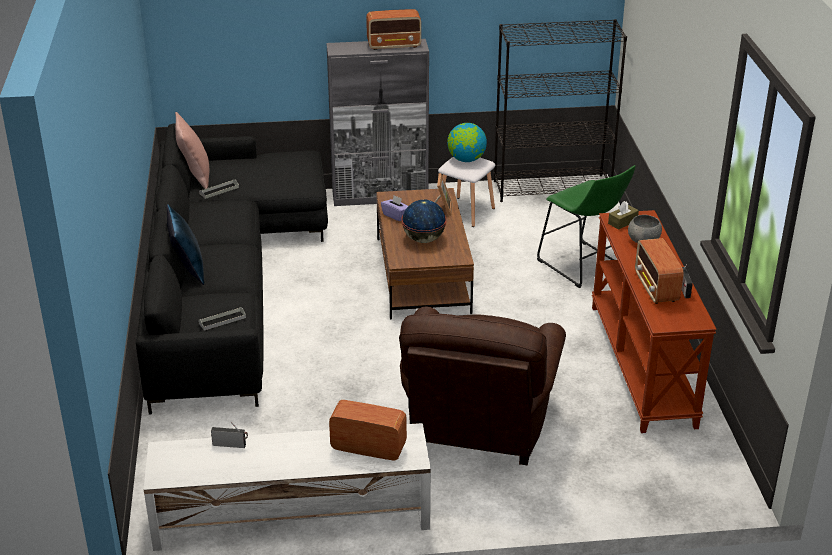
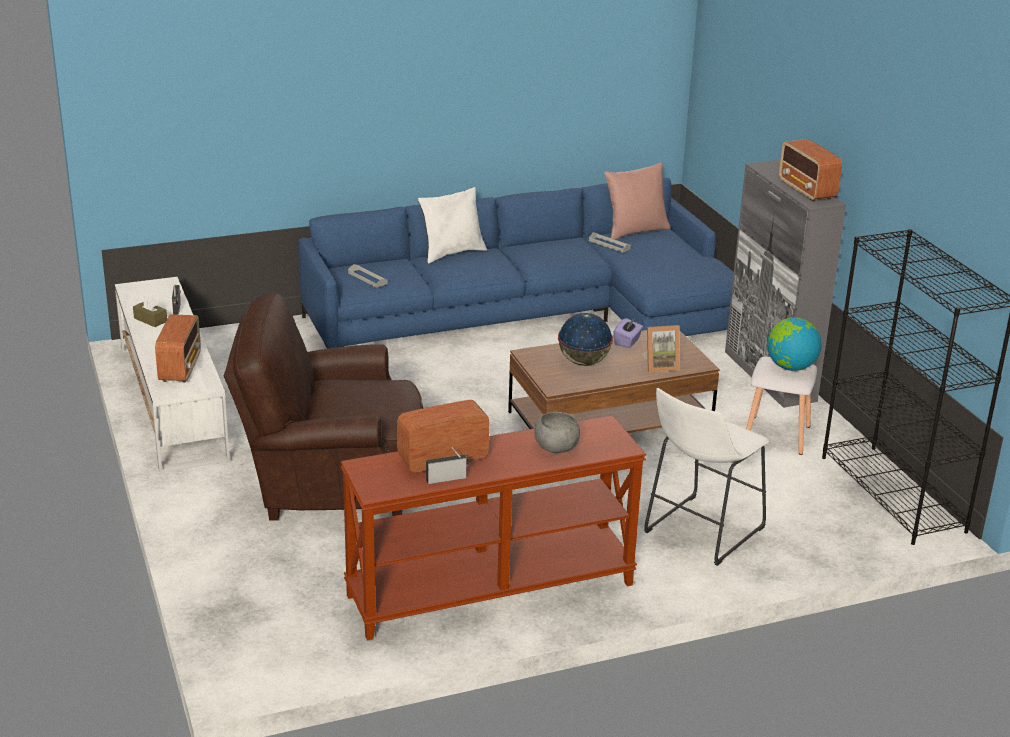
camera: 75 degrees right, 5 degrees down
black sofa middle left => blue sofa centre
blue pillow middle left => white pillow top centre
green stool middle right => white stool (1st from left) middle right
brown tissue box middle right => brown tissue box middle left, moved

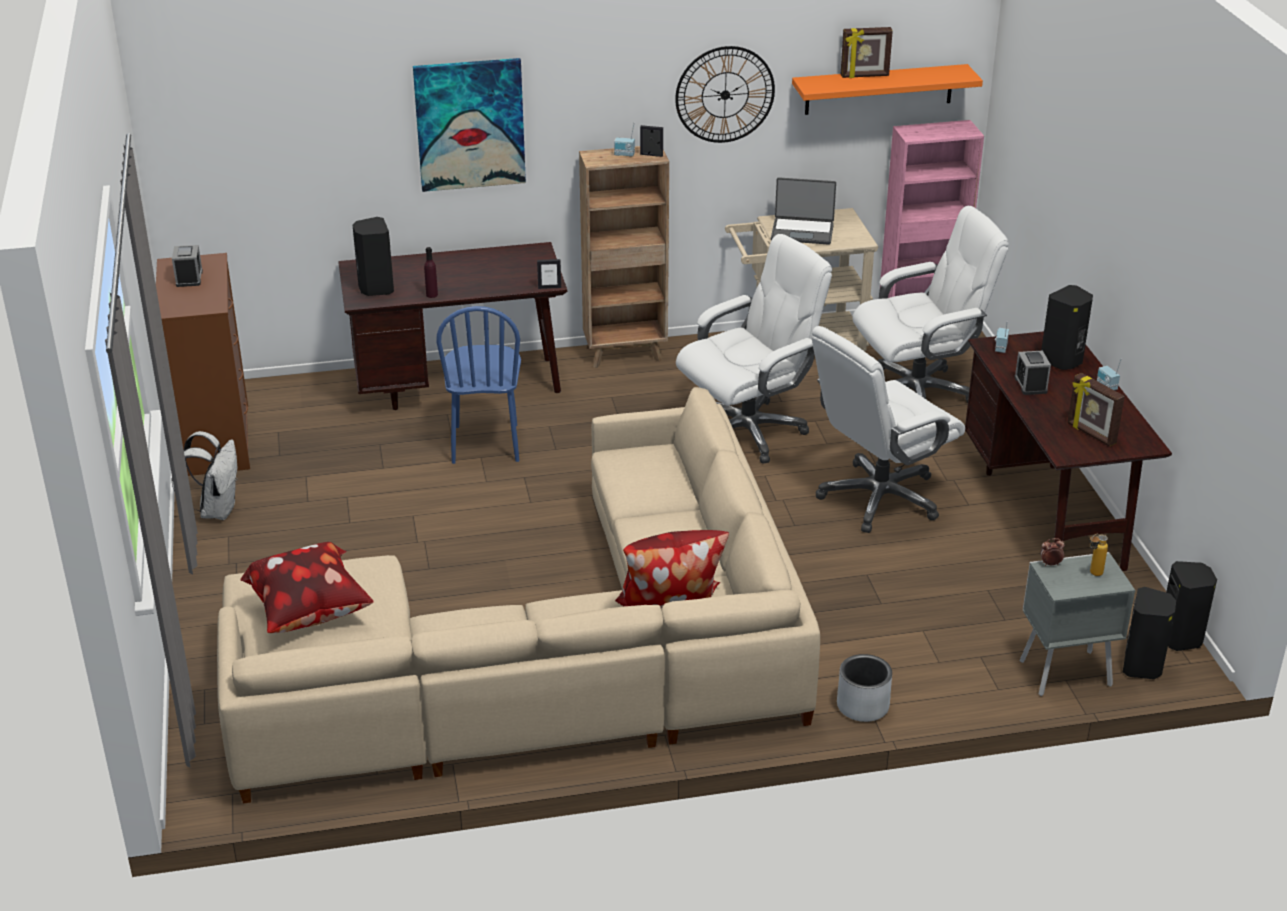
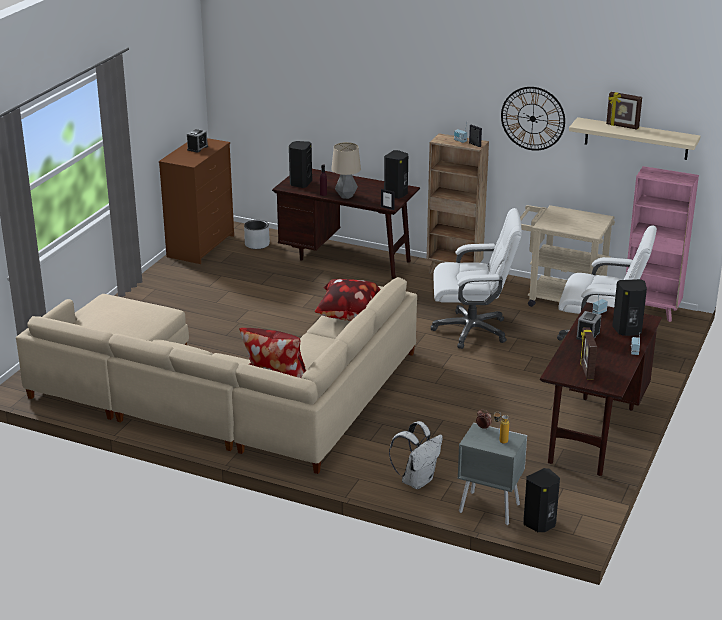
camera: 35 degrees right, 5 degrees down
white backpack middle left => white backpack bottom centre, moved
pillow (1st from left in the first image) middle left => pillow (2nd from left) centre, moved
picture top centre => nothing
blue chair centre => nothing
laptop top centre => nothing
orange shelf top right => beige shelf top right
white office chair (2nd from left) middle right => nothing
grey planter bottom right => grey planter centre, moved
black speaker (4th from left in the first image) middle right => black speaker (2nd from left) top centre, moved
nothing => table lamp top centre

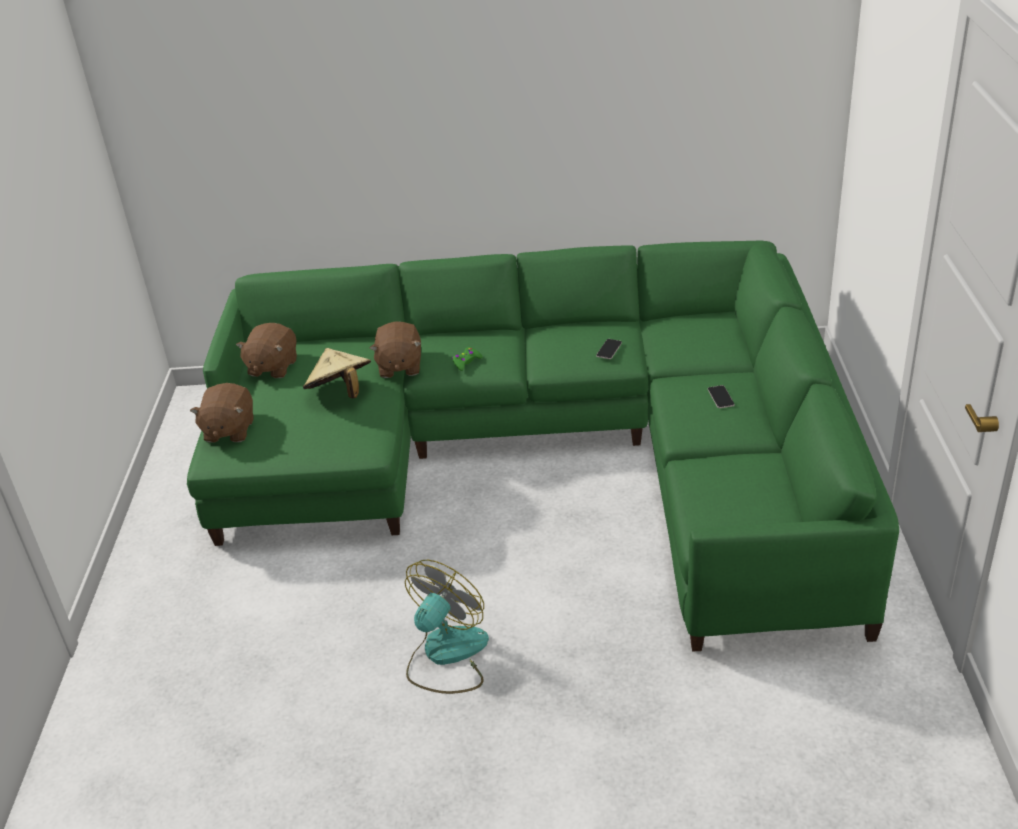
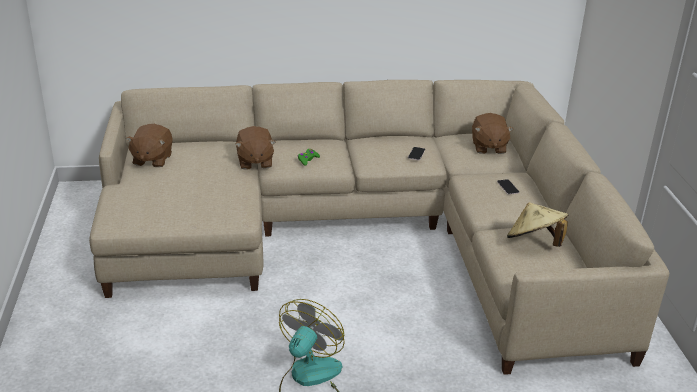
camera: 10 degrees left, 5 degrees down
green sofa centre => beige sofa centre
brown plush toy (1st from left in the first image) middle left => brown plush toy (3rd from left) middle right, moved
beige hat middle left => beige hat middle right, moved

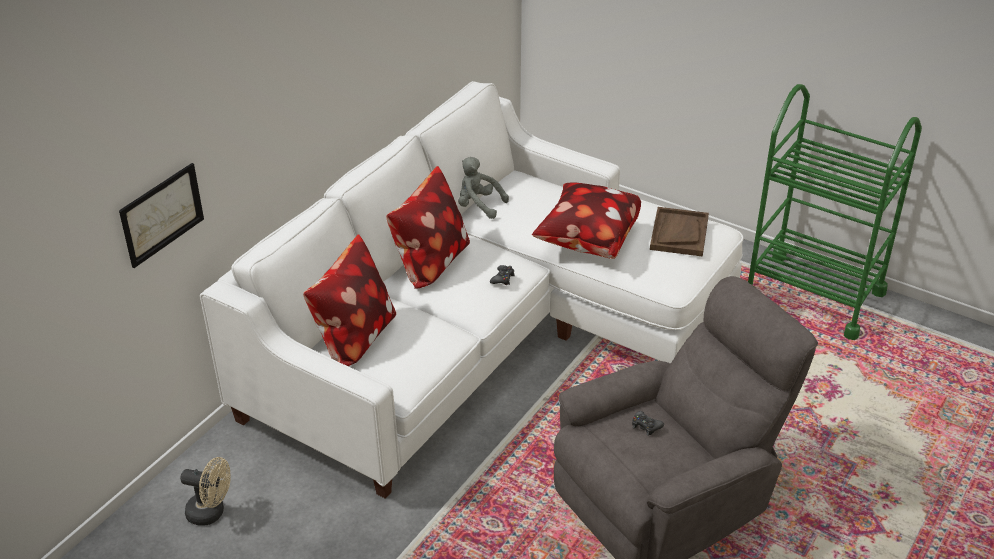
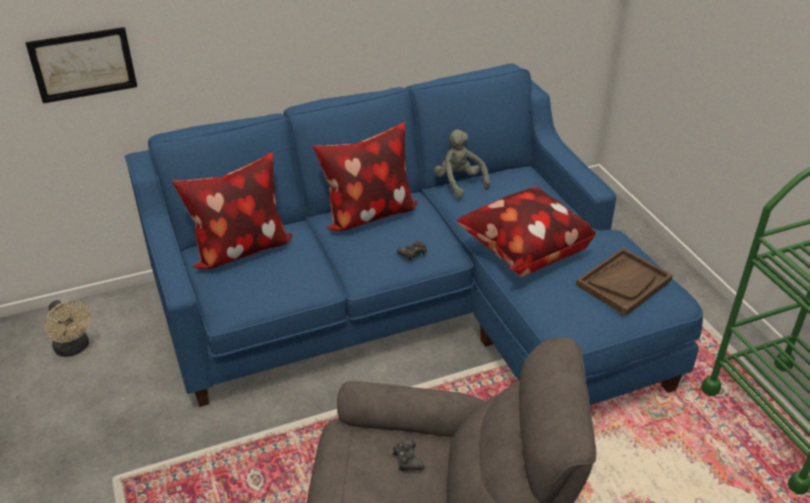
camera: 35 degrees right, 0 degrees up
white sofa centre => blue sofa centre

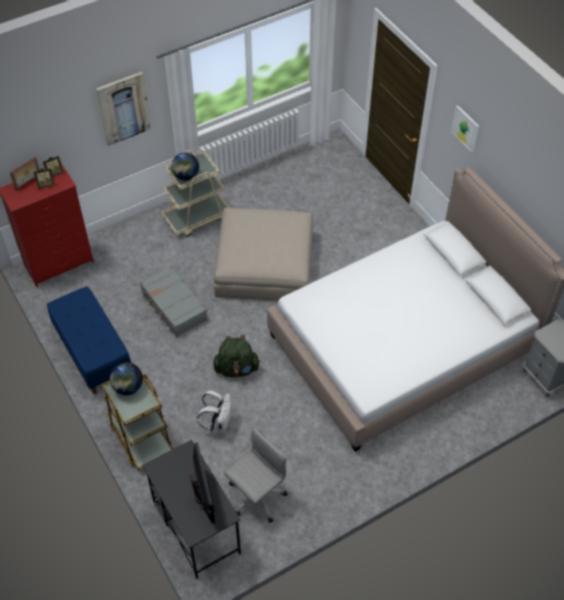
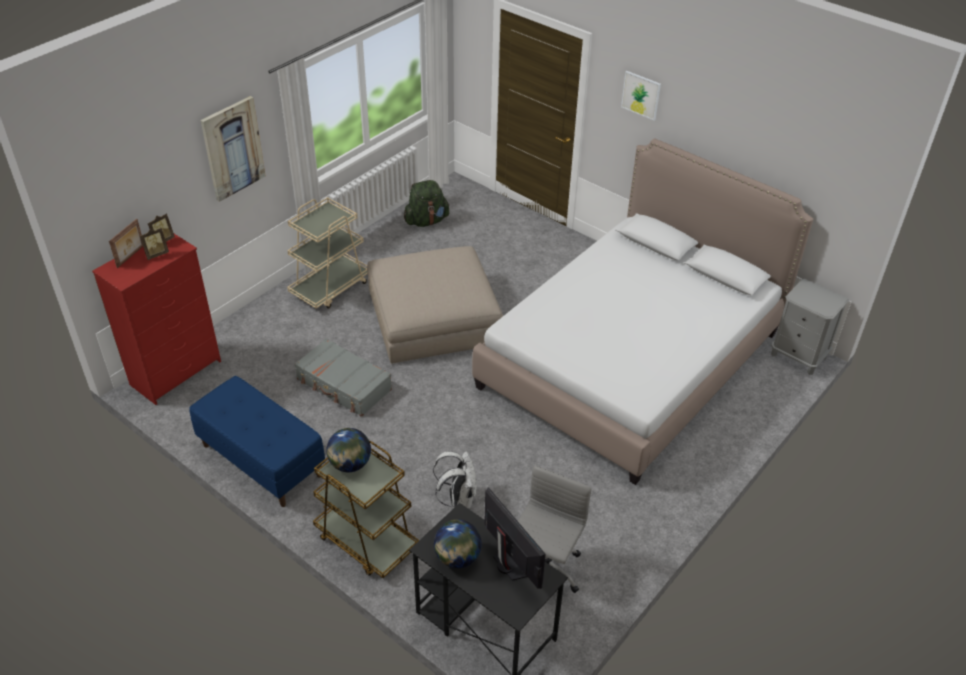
camera: 20 degrees left, 10 degrees down
globe (2nd from left) top left => globe (2nd from left) bottom centre, moved
green backpack centre => green backpack top centre, moved

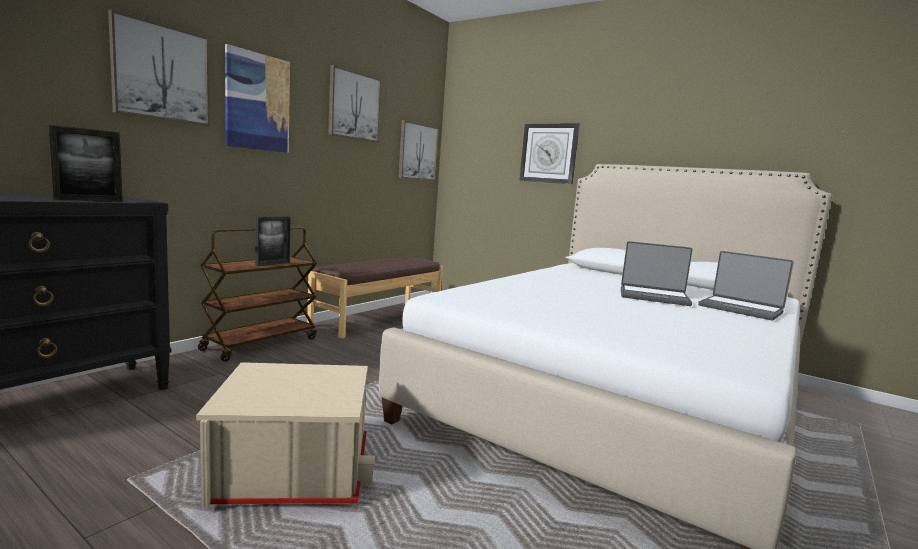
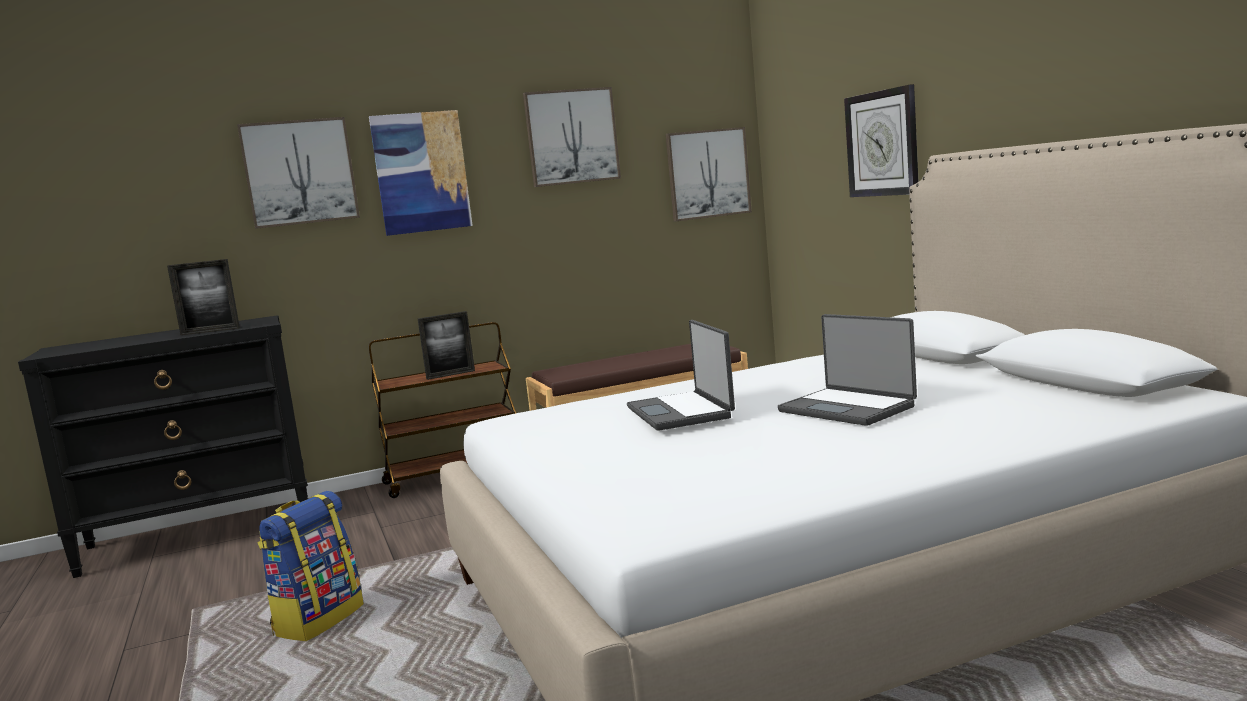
camera: 35 degrees right, 0 degrees up
beige storage box bottom left => backpack bottom left
laptop (2nd from left in the first image) middle right => laptop (1st from left) centre, moved

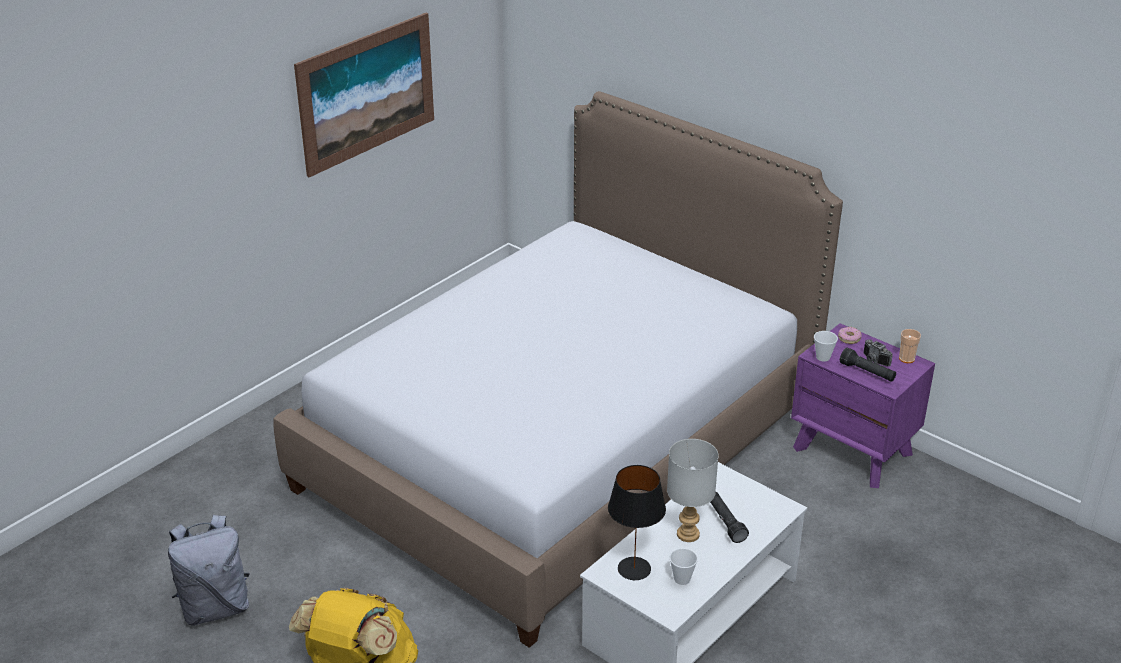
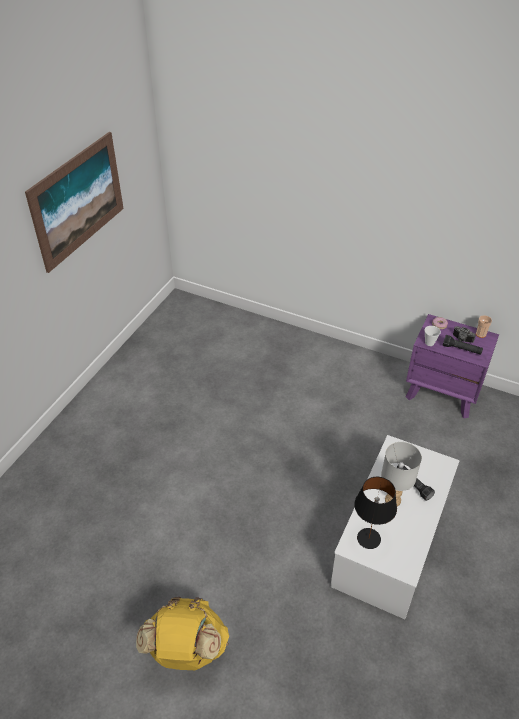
camera: 15 degrees left, 10 degrees up
grey backpack bottom left => nothing
bed centre => nothing
cup (1st from left) bottom centre => nothing

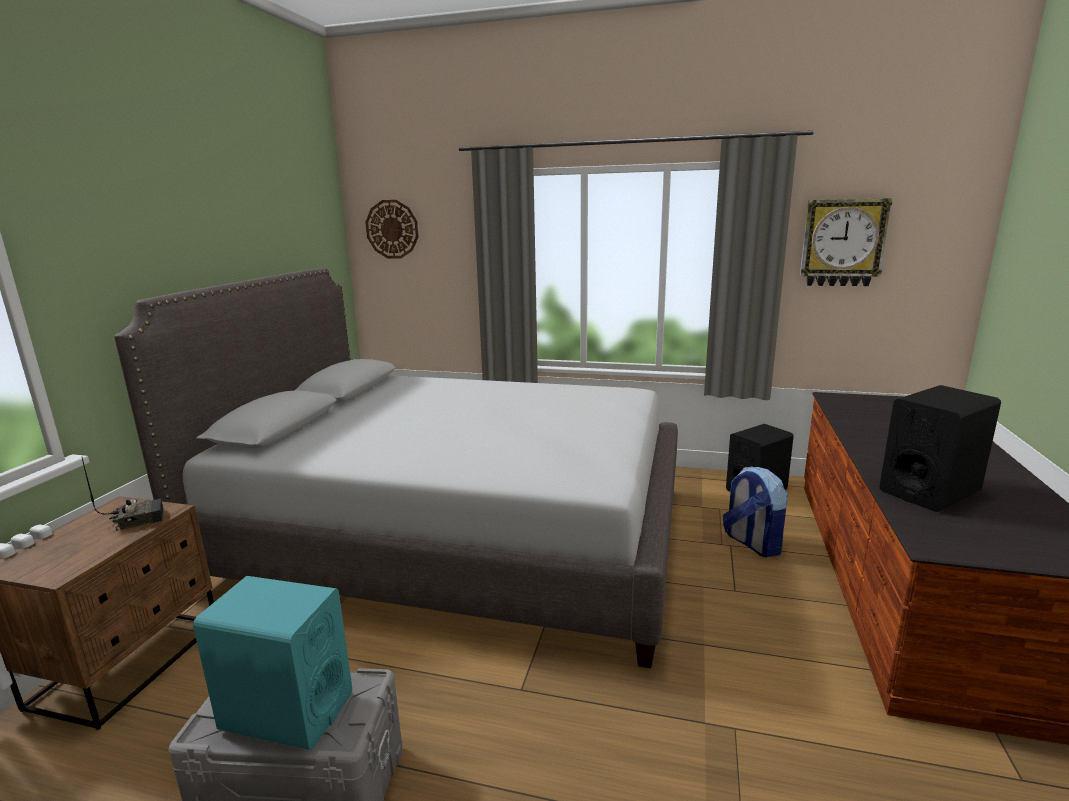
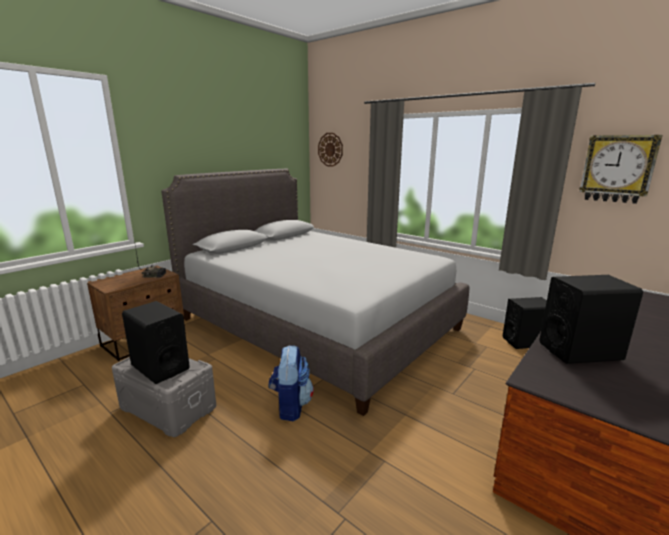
camera: 25 degrees right, 0 degrees up
turquoise speaker bottom left => black speaker (1st from left) middle left
backpack middle right => backpack bottom centre, moved

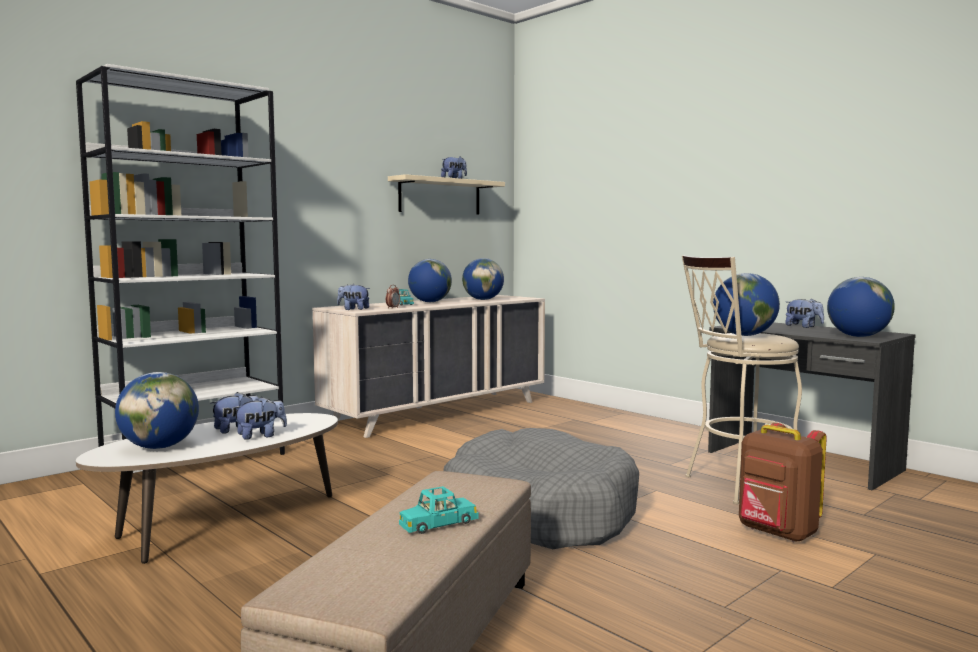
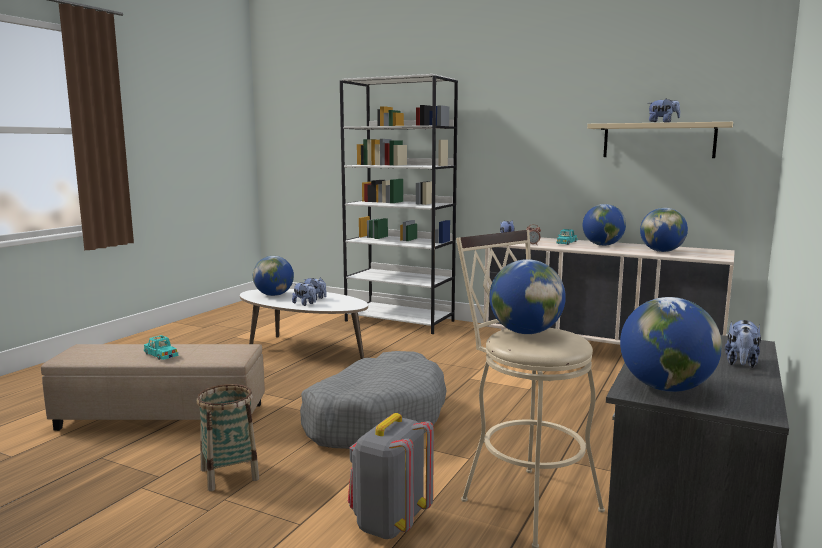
camera: 70 degrees right, 5 degrees up
brown backpack bottom right => grey backpack bottom centre
nothing => basket bottom left

